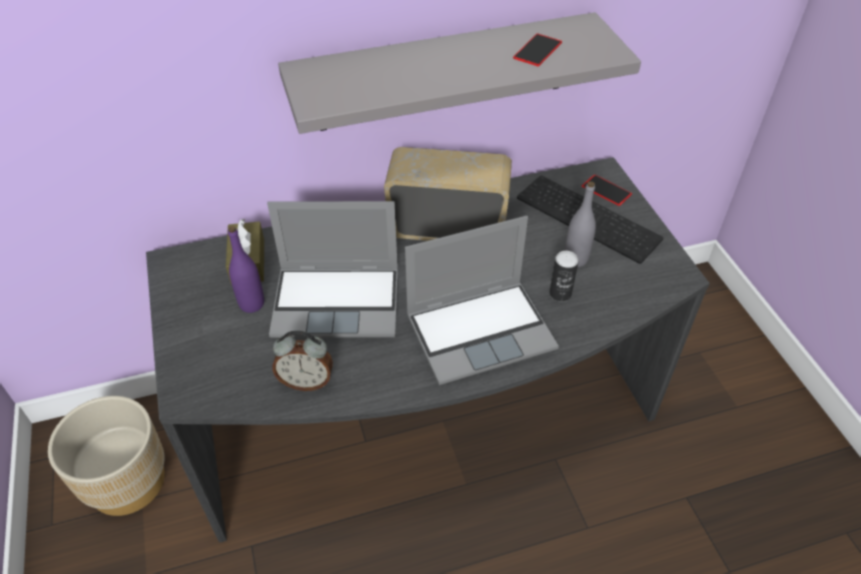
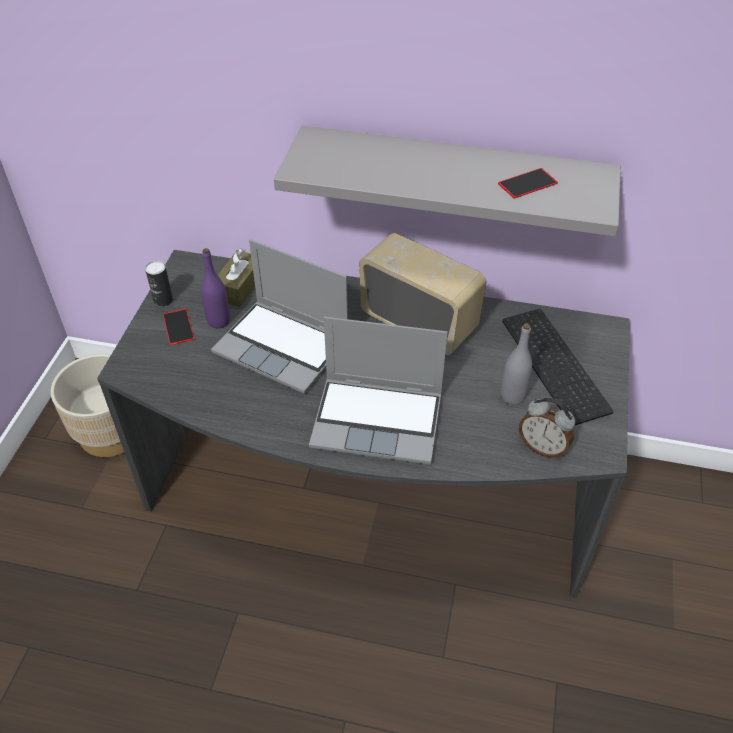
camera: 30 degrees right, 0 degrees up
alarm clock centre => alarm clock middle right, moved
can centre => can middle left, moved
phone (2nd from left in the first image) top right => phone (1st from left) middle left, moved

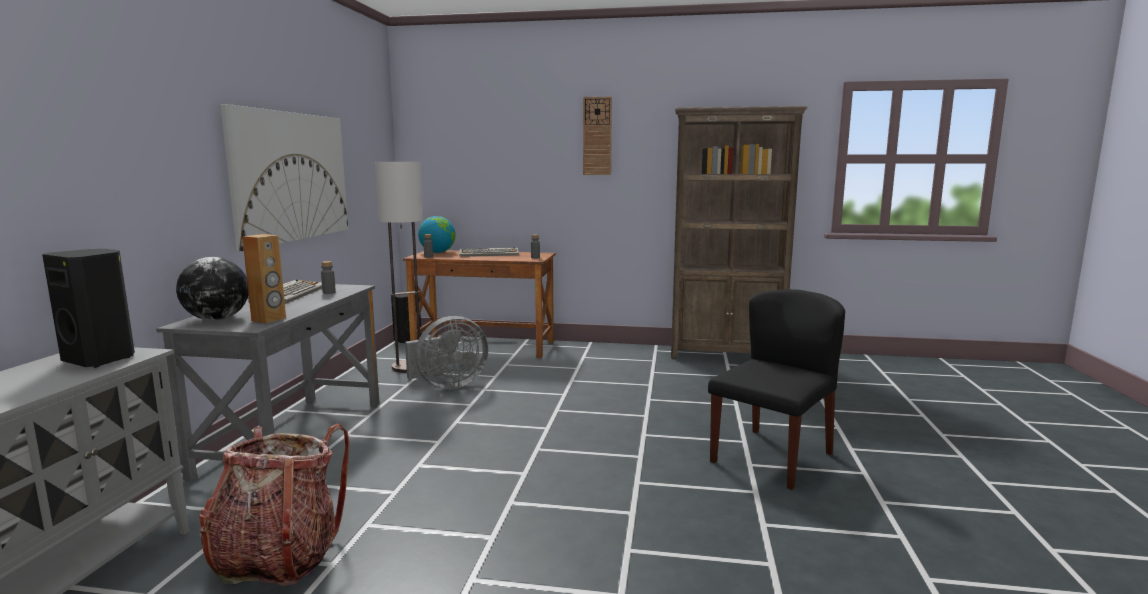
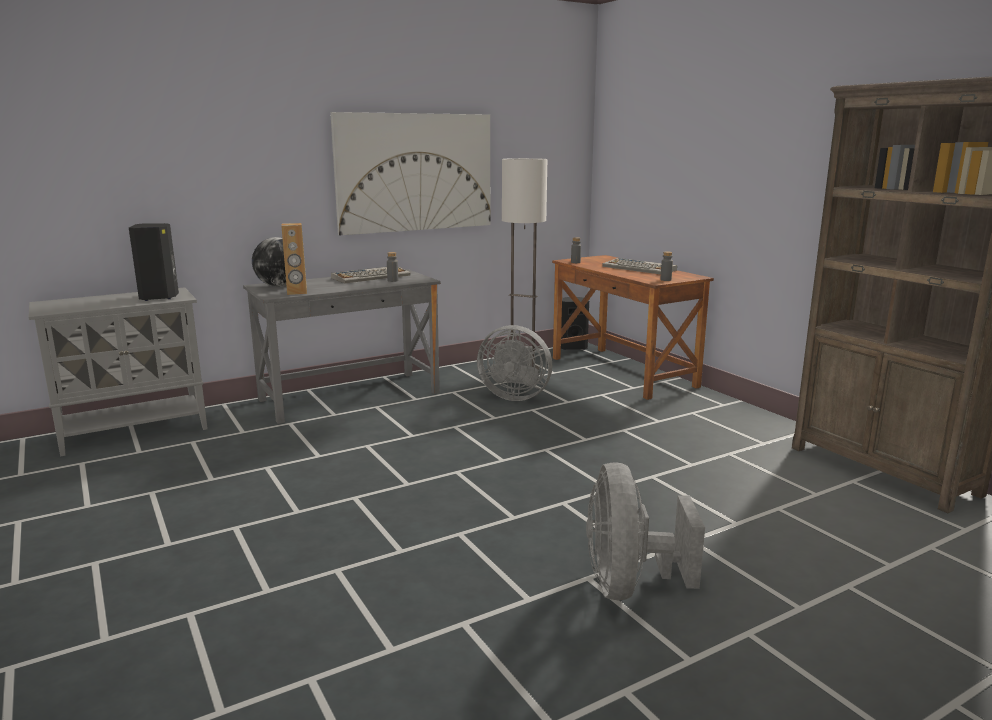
camera: 50 degrees right, 5 degrees up
backpack bottom left => nothing
globe (2nd from left) centre => nothing
wall clock top centre => nothing
black chair middle right => grey fan (2nd from left) bottom centre

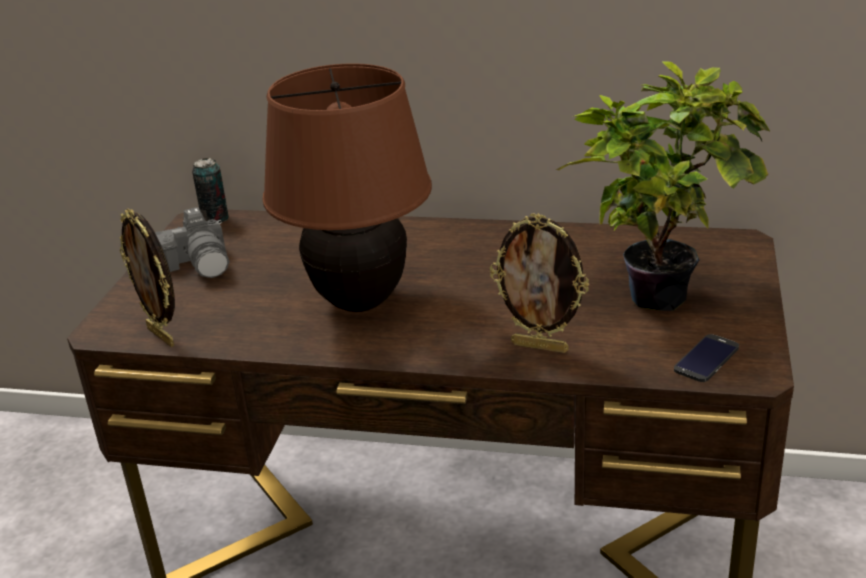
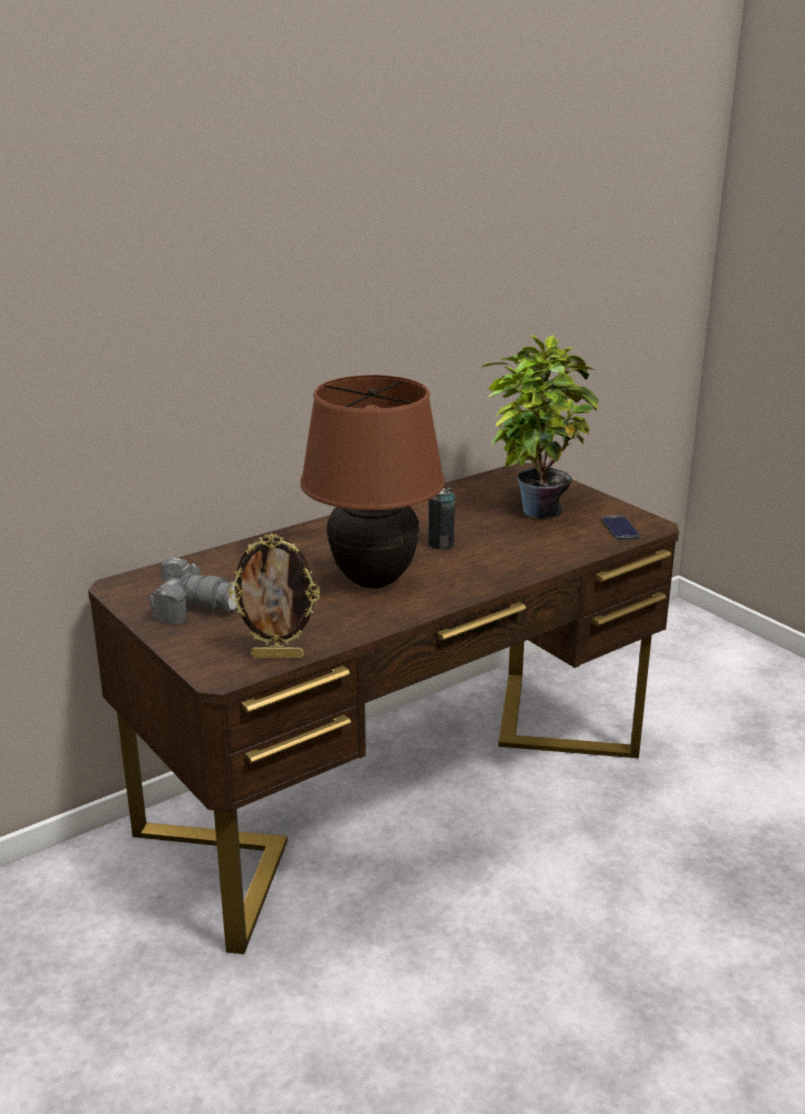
camera: 50 degrees left, 5 degrees down
can top left => can centre, moved
picture frame (2nd from left) centre => nothing

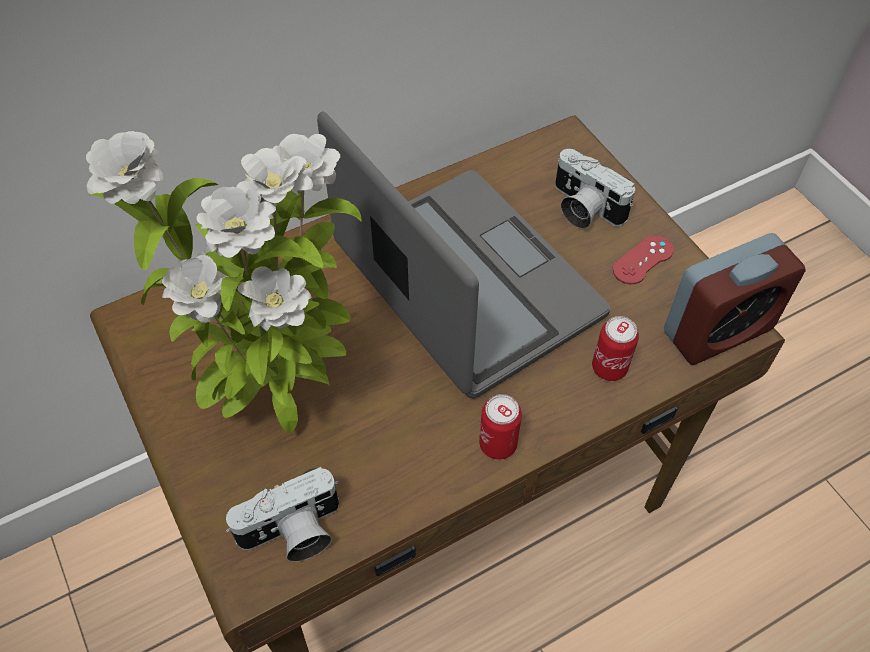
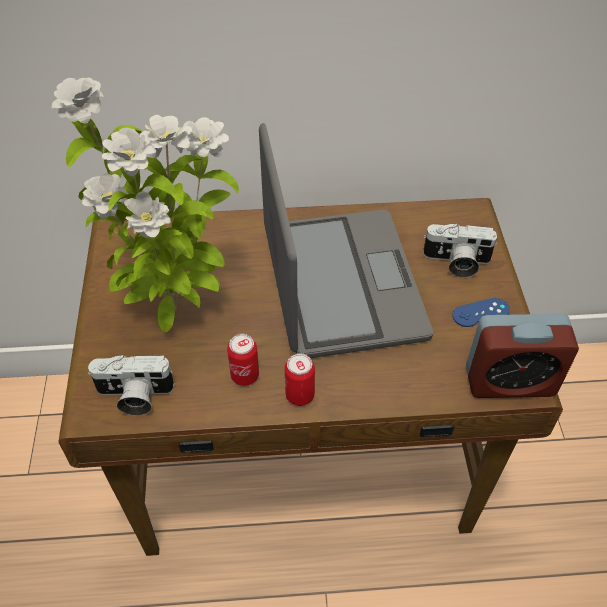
camera: 25 degrees right, 5 degrees down
photo camera (2nd from left) top right => photo camera (2nd from left) middle right, 60 degrees counterclockwise
can (2nd from left in the first image) middle right => can (1st from left) centre, moved
red game controller middle right => blue game controller middle right

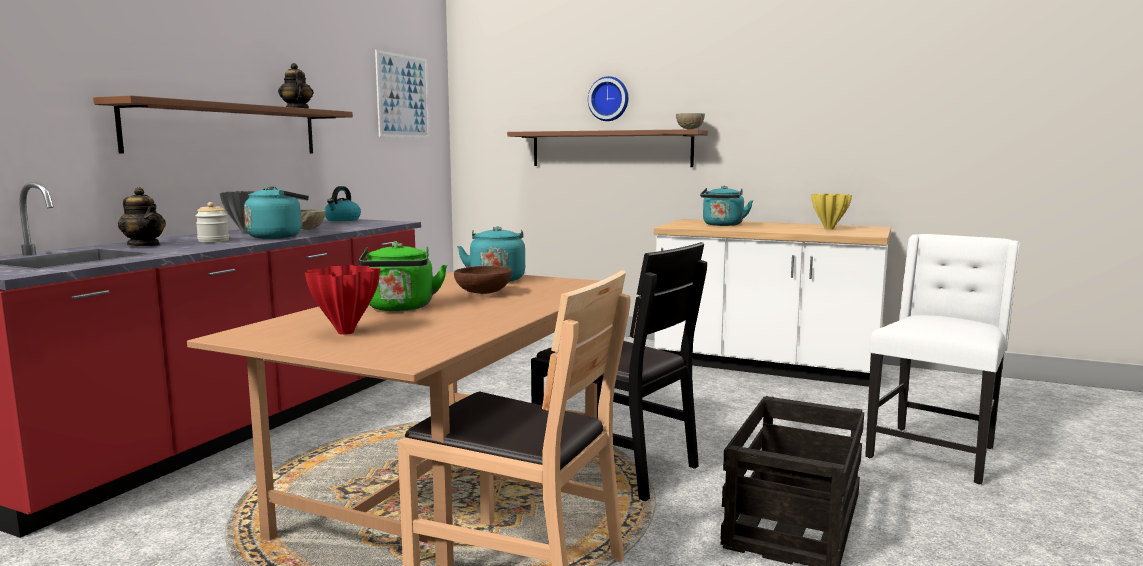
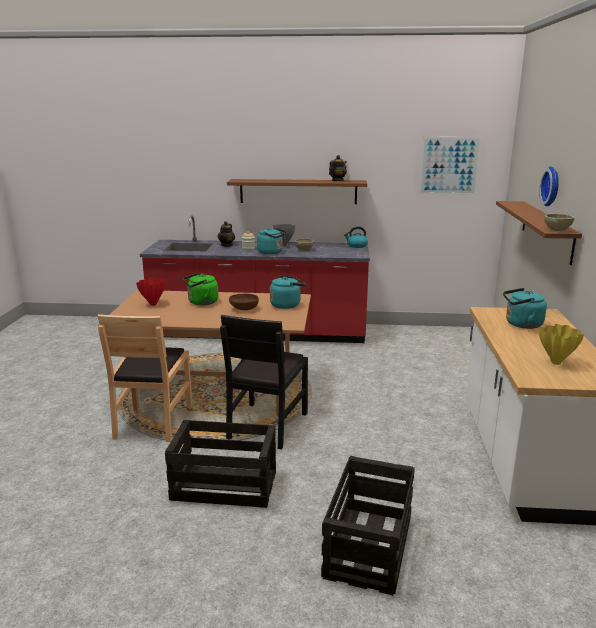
camera: 70 degrees right, 10 degrees up
white chair middle right => crate (2nd from left) bottom centre

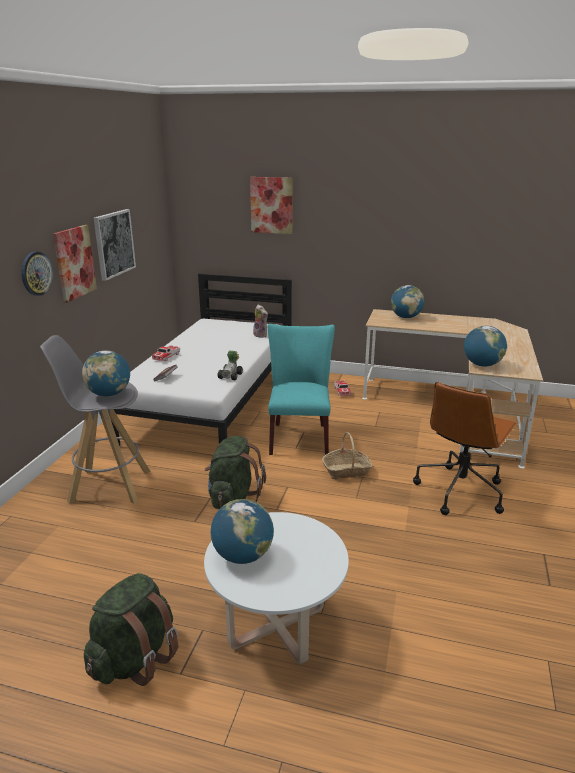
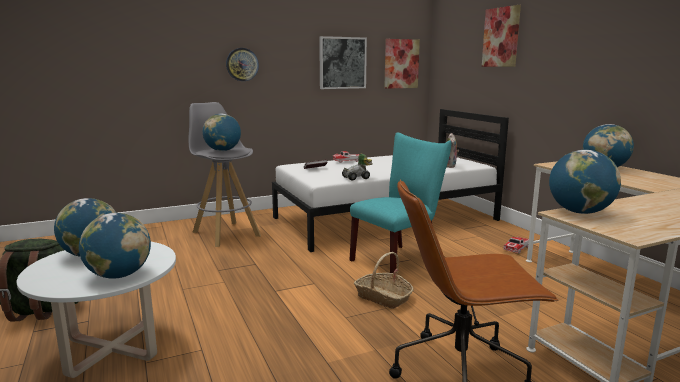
camera: 50 degrees right, 10 degrees down
picture (1st from left in the first image) middle left => picture (2nd from left) top centre, moved
green backpack (2nd from left) centre => nothing
nothing => globe (2nd from left) middle left

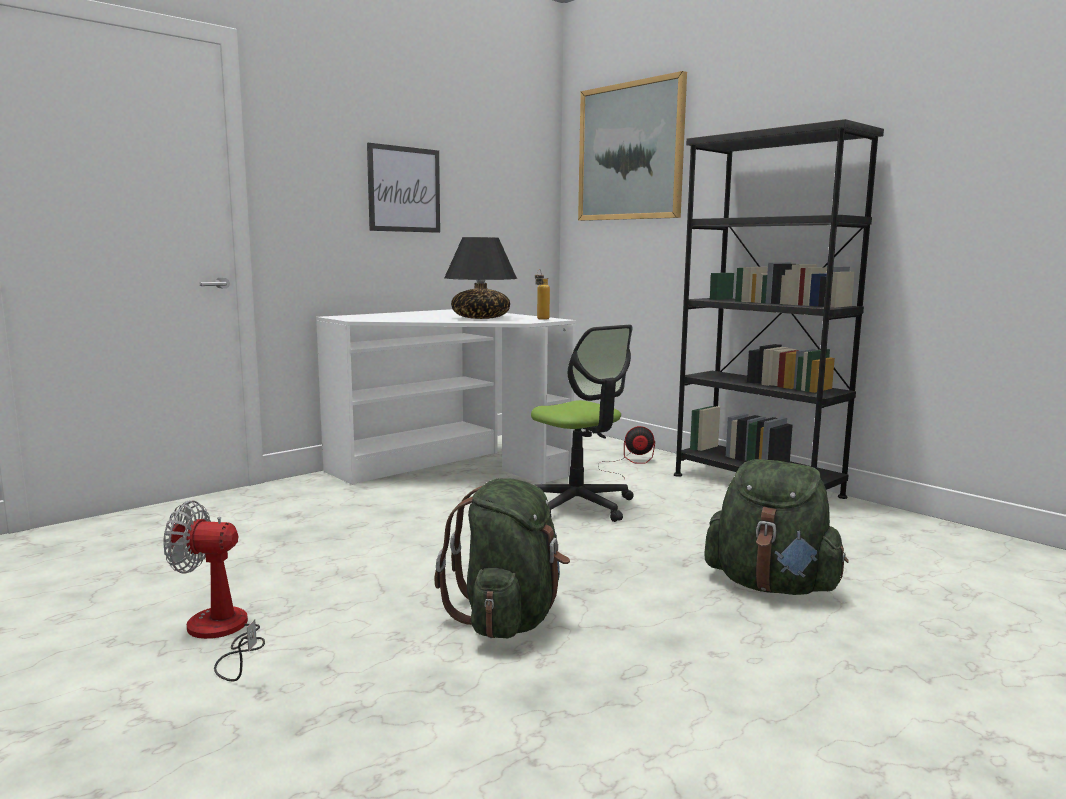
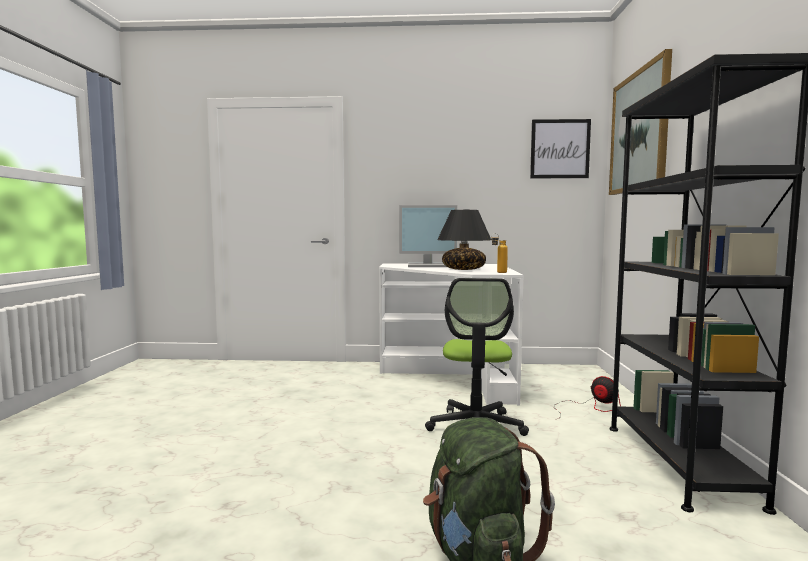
camera: 45 degrees right, 5 degrees down
fan (1st from left) bottom left => nothing
picture (1st from left) top centre => picture (1st from left) top right, moved
green backpack (1st from left) bottom centre => nothing
nothing => monitor centre

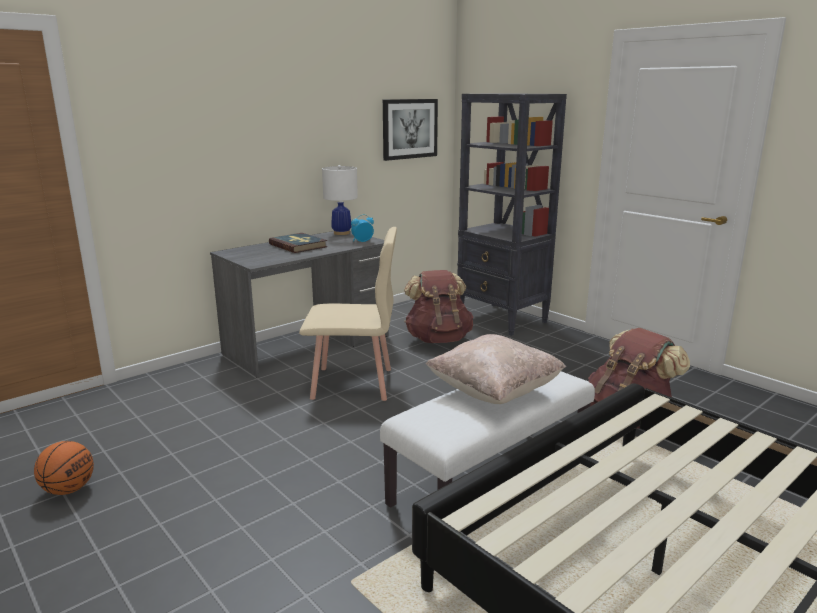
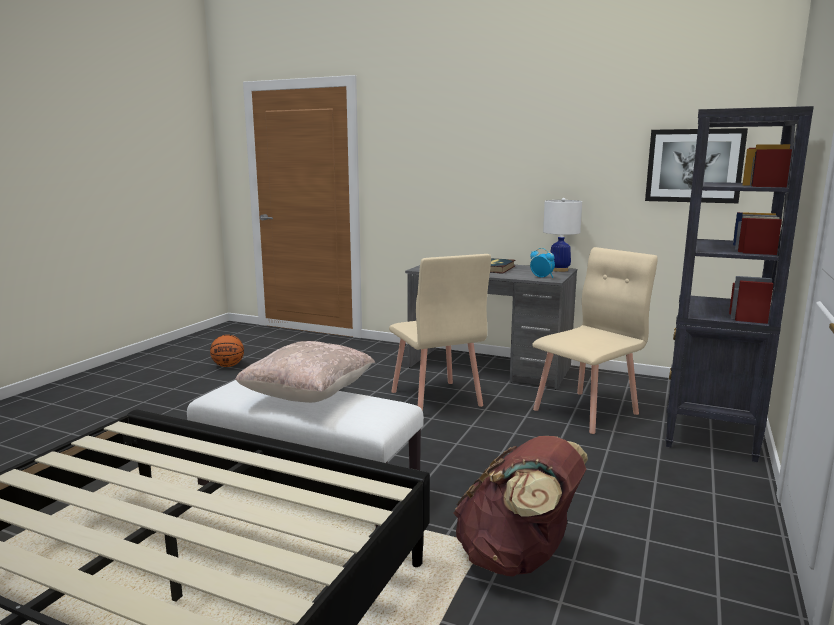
camera: 65 degrees right, 5 degrees down
brown backpack (1st from left) centre => beige chair (2nd from left) middle right

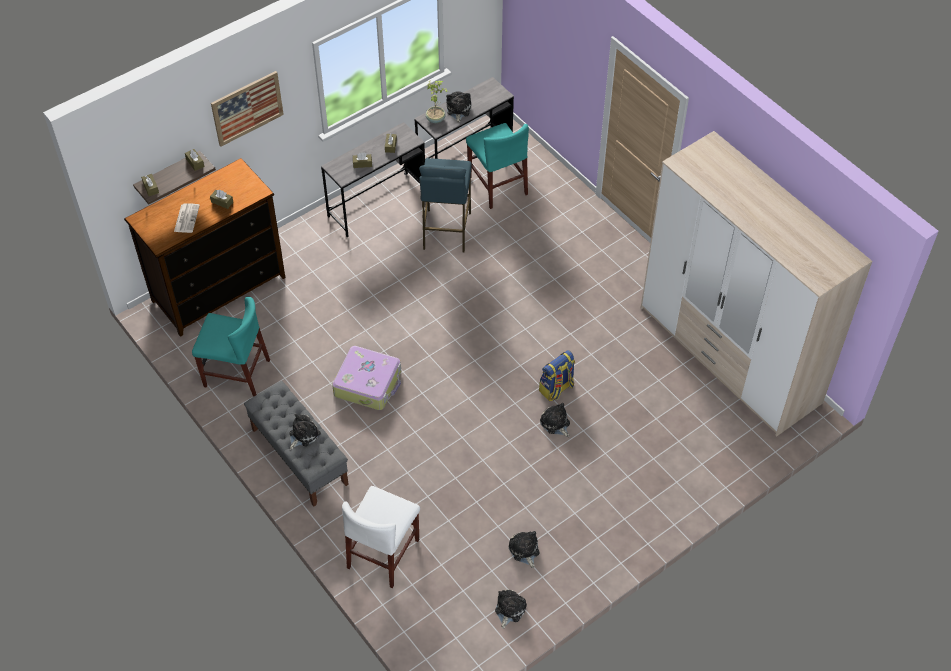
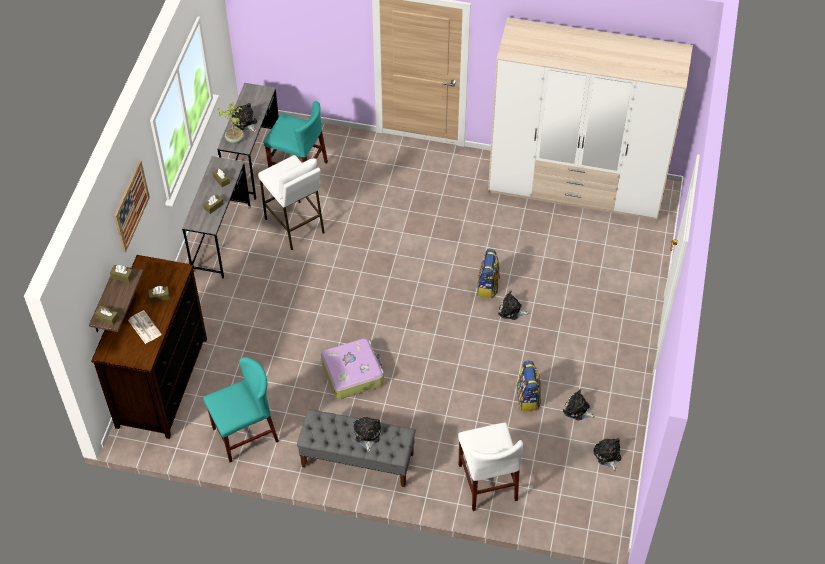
camera: 40 degrees left, 0 degrees up
blue stool top centre => white stool centre
nothing => backpack (2nd from left) bottom centre

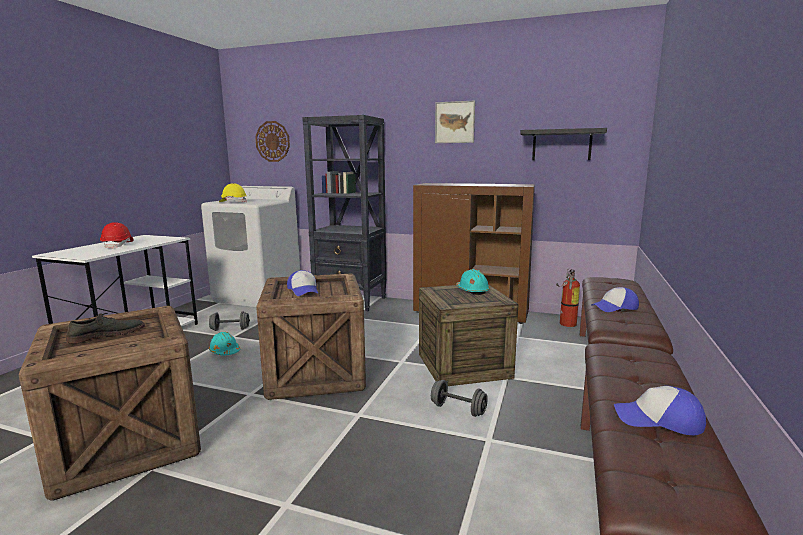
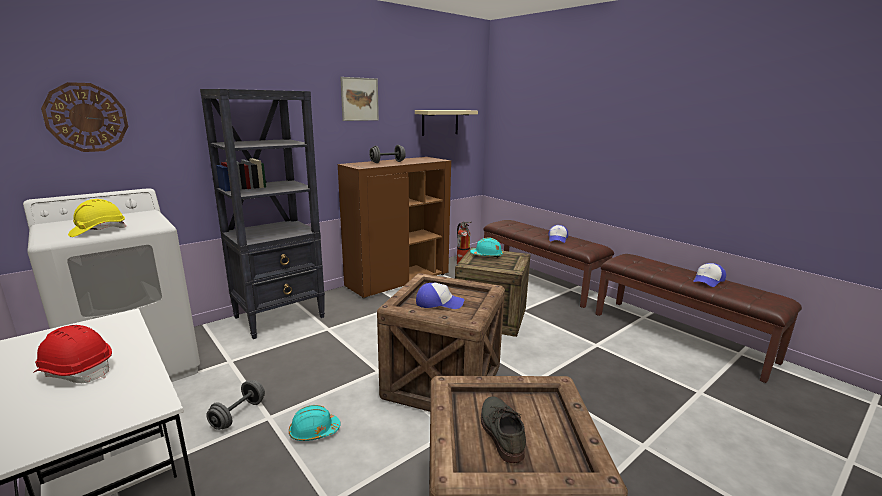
camera: 60 degrees left, 5 degrees up
grey dumbbell (2nd from left) bottom centre => grey dumbbell (2nd from left) top centre, moved
black shelf top right => beige shelf top centre

